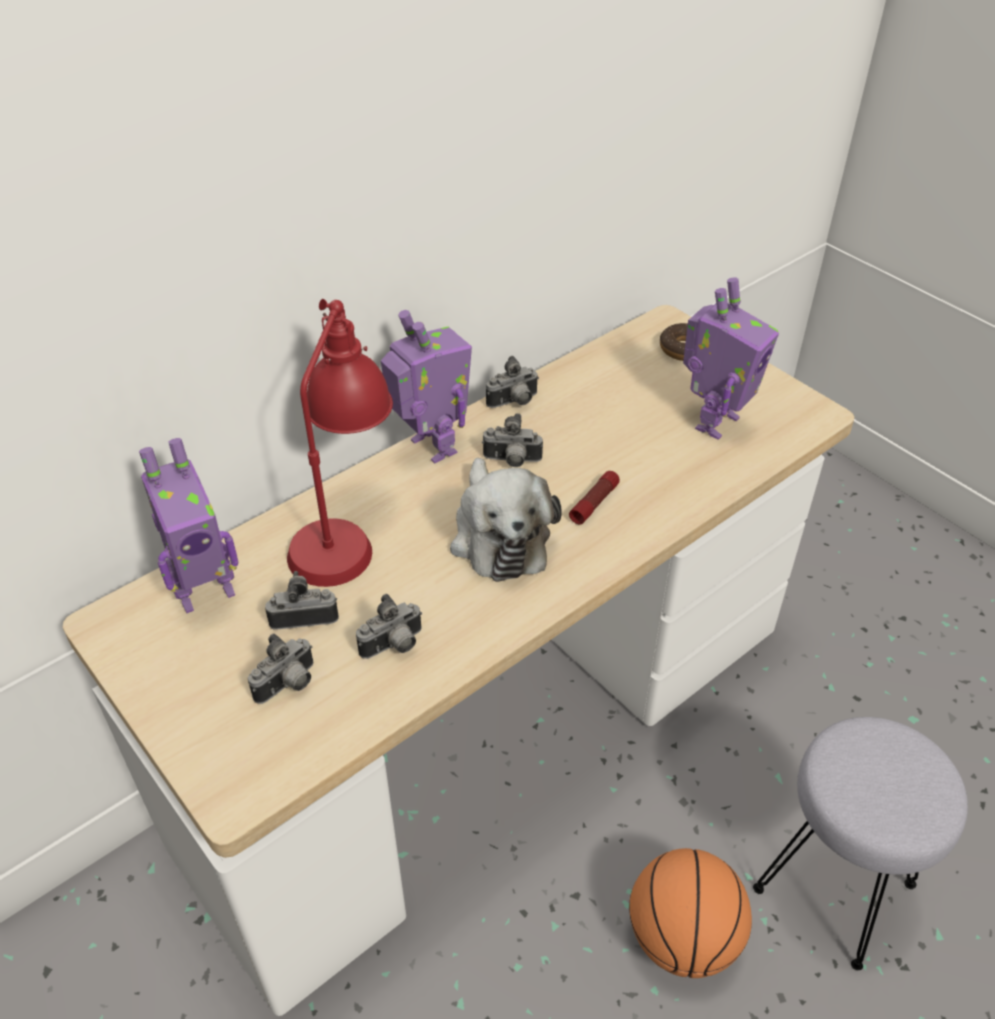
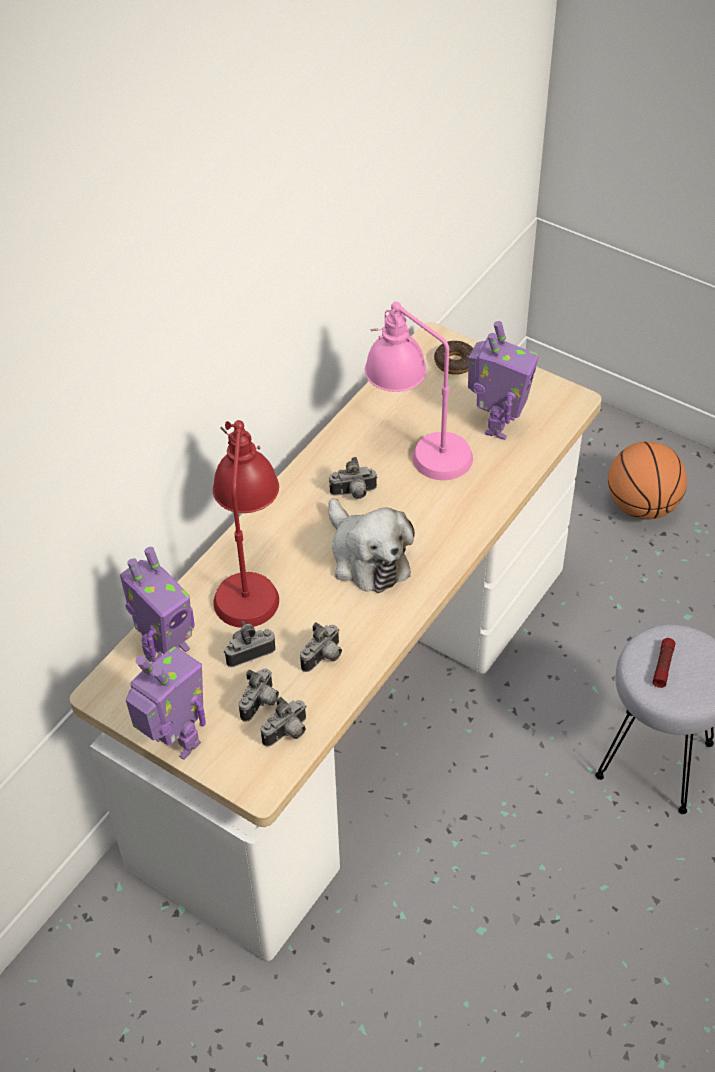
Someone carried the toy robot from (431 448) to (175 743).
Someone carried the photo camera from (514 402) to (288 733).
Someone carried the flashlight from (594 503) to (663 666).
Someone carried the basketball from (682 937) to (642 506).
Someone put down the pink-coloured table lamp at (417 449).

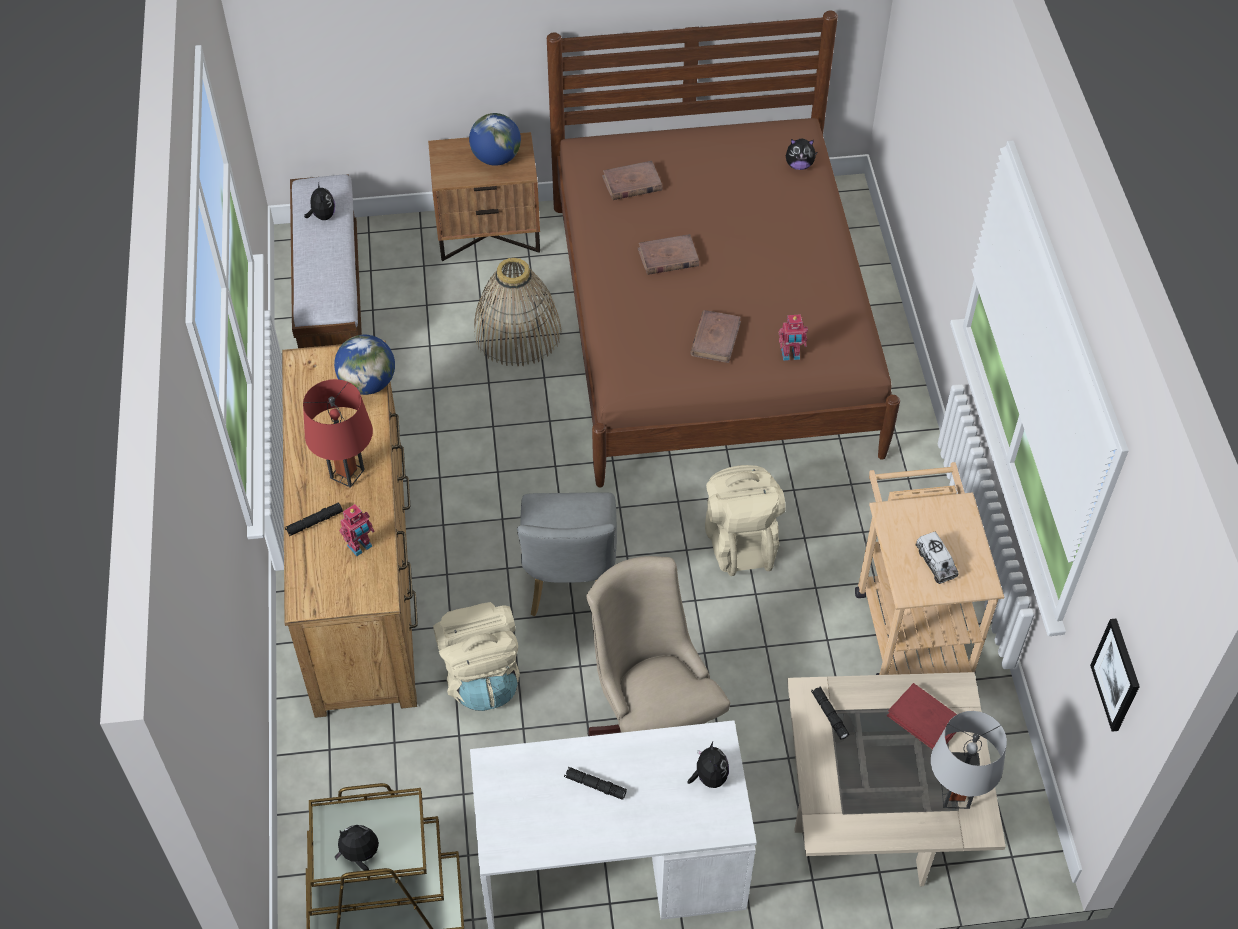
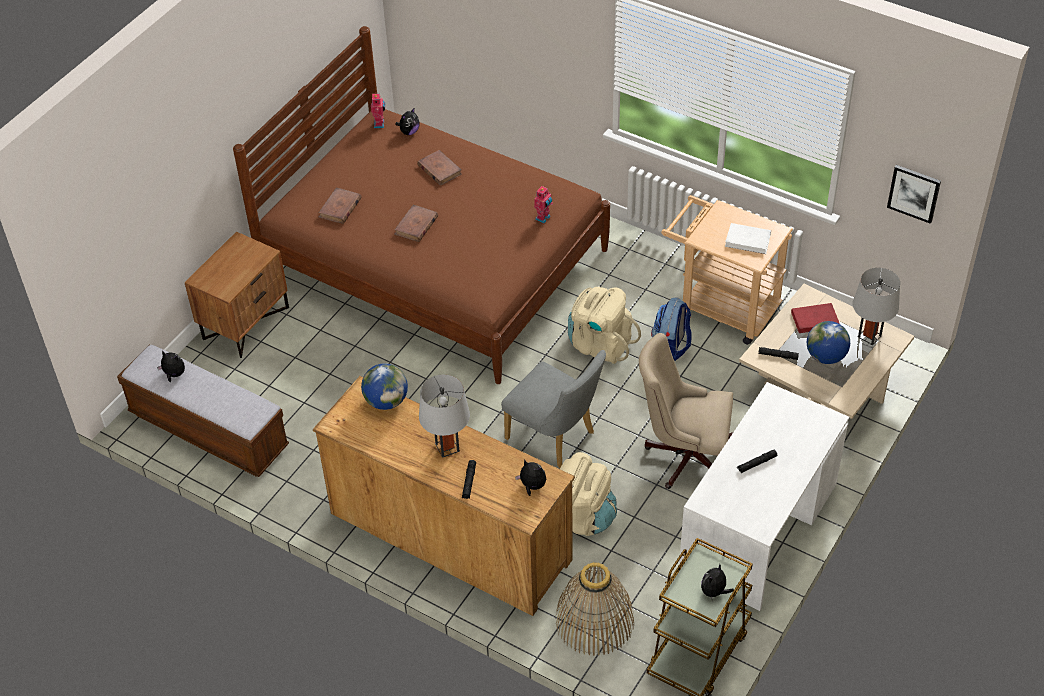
Someone carried the desk globe from (496 158) to (826 356).
Someone carried the basket from (517 333) to (594 621).
Someone carried the brown-coloured book from (715 338) to (439 170).
Someone repainted the reddish table lamp at (347 474), which became the grey table lamp at (447 447).
Someone carried the toy robot from (360 547) to (380 124).
Someone swapped the model truck at (935 563) for the whitish book at (748 240).
Someone carried the soft toy from (709 777) to (532 486).
Someone put down the rucksack at (671 347).

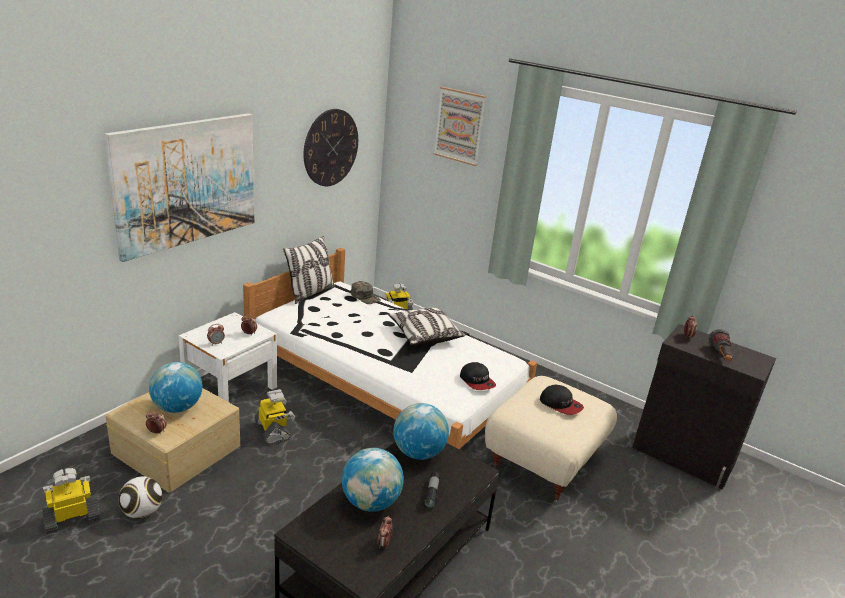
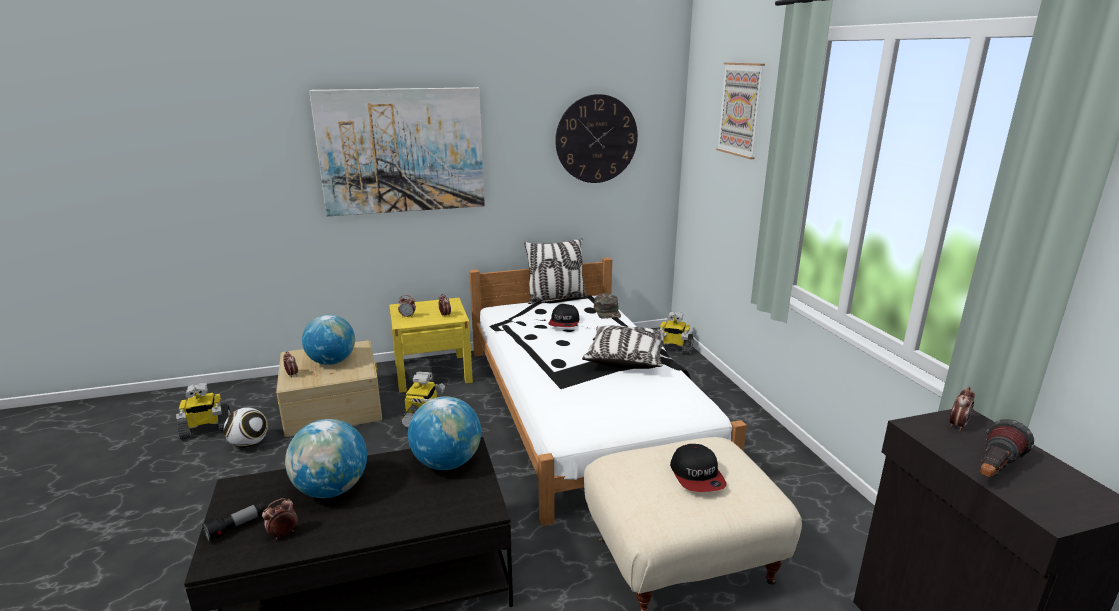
Someone repainted the whitish bedside table at (230 388), which became the yellow bedside table at (433 372).
Someone carried the cap from (477 381) to (564 322).
Someone rotated the toy robot at (73 518) by 150 degrees clockwise.
Someone carried the flashlight from (432 494) to (237 527).

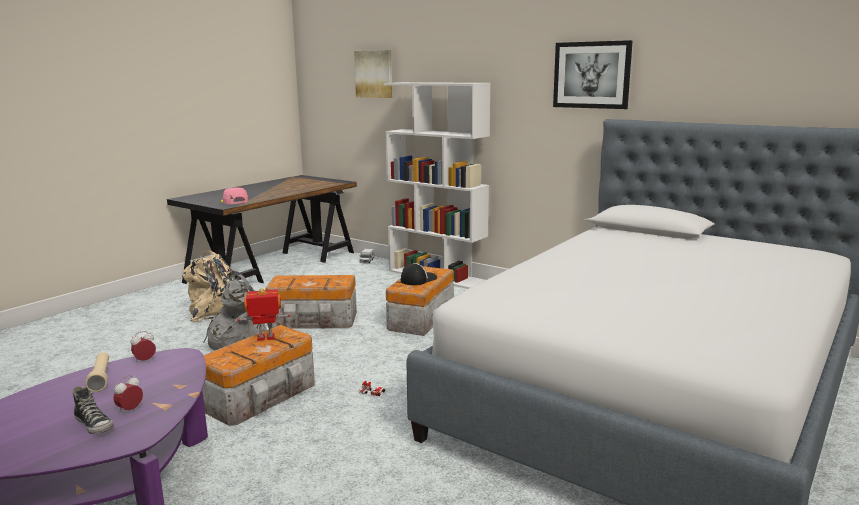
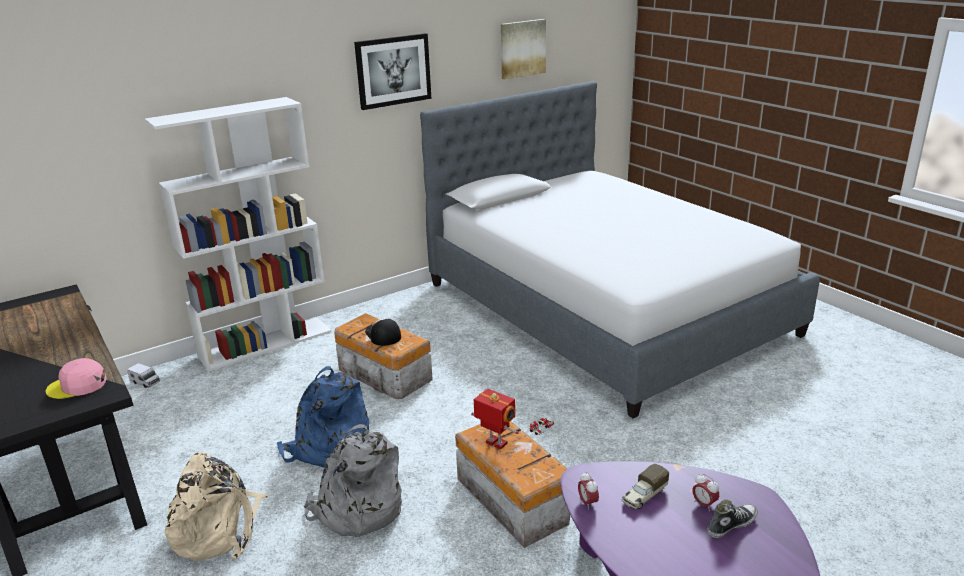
Someone carried the picture from (374 74) to (522 48).
Someone swapped the storage bin at (314 320) for the bluish rucksack at (328 446).
Someone rotated the toy robot at (266 338) by 120 degrees clockwise.
Someone took away the sand-coloured flashlight at (101 378).
Someone put down the model truck at (643 496).

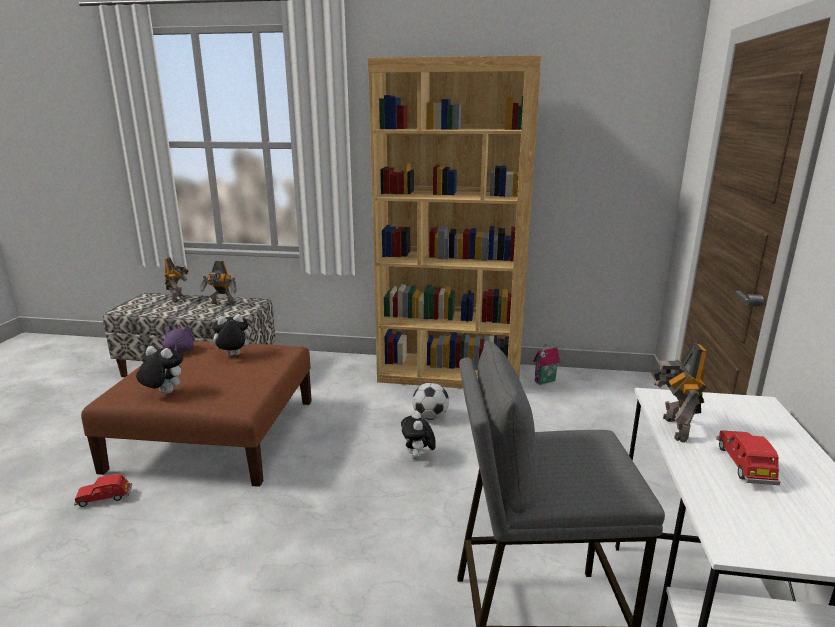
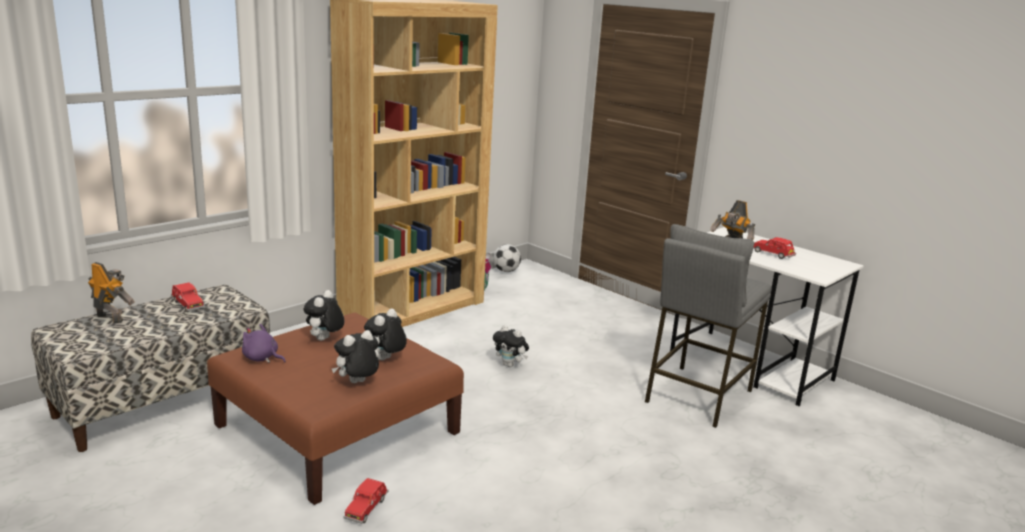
Someone swapped the toy robot at (221 304) for the reddish model car at (187 305).
Someone carried the ball for football from (430 417) to (506 271).
Someone put down the soft toy at (385 360).

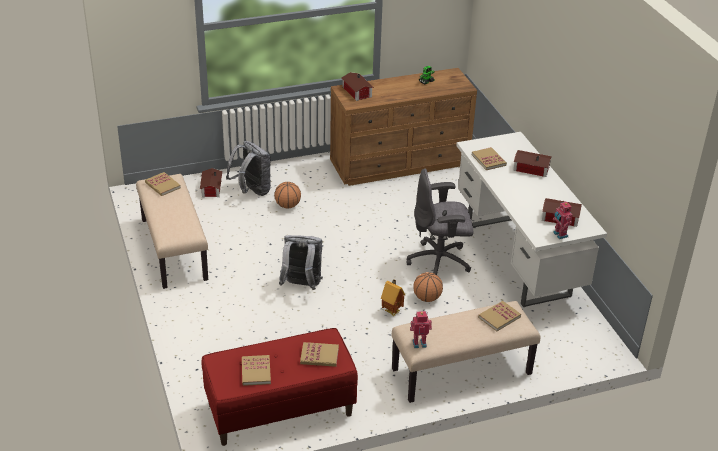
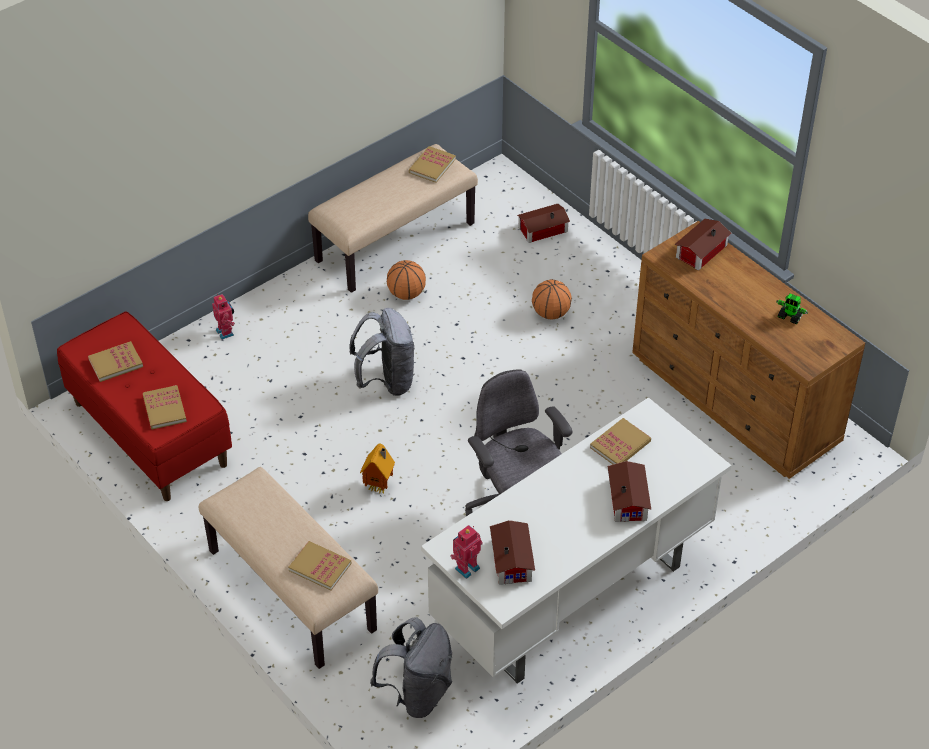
Someone carried the grey rucksack from (252 191) to (417 693).
Someone carried the basketball from (427 298) to (406 294).
Someone carried the toy robot from (419 343) to (226 332).

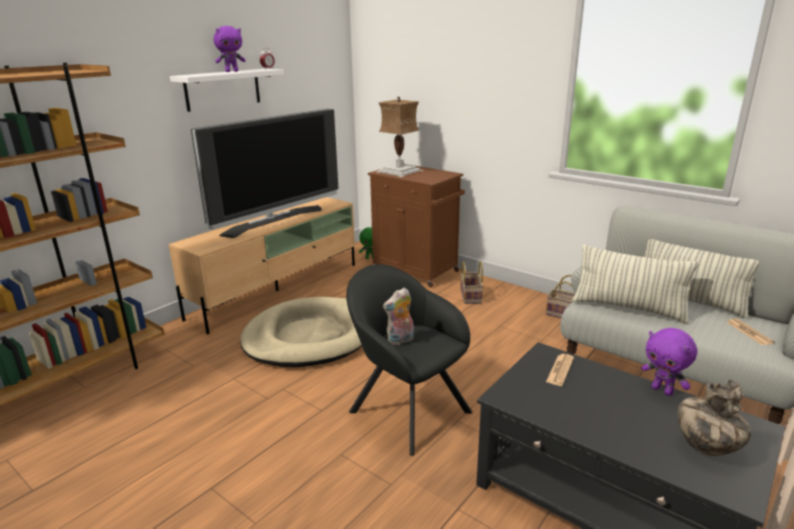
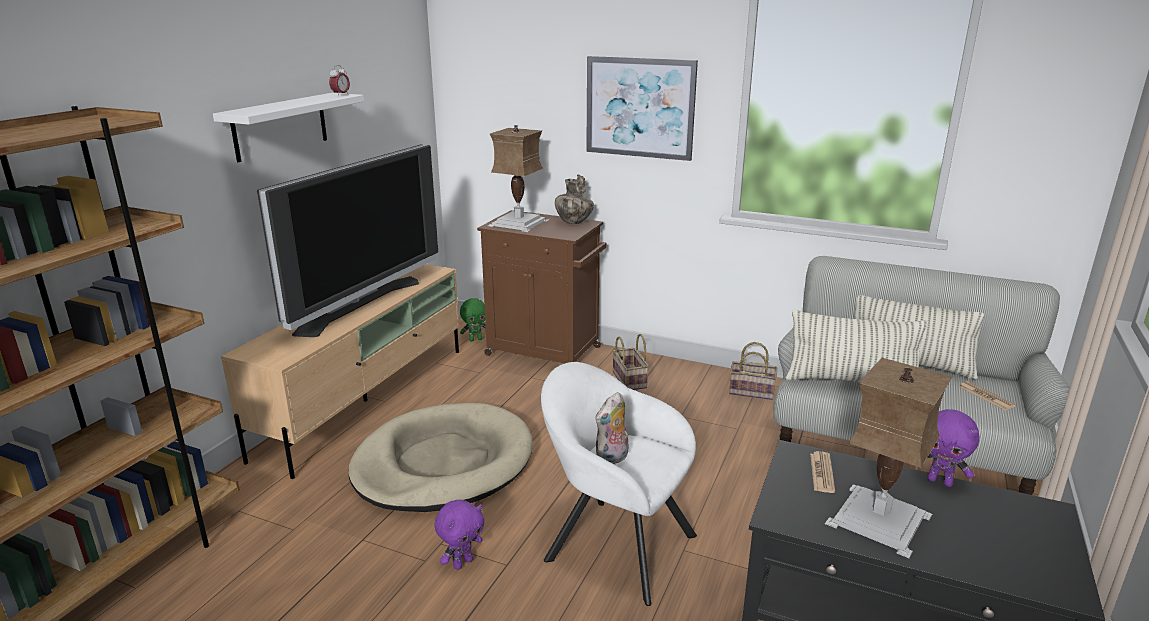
Someone carried the purple-coloured soft toy from (232 71) to (462 563).
Someone repainted the black-coloured easy chair at (405 408), which became the whitish easy chair at (614 544).
Someone carried the flower vase from (705 447) to (573 222).
Someone put up the picture at (640 108).
Someone put down the table lamp at (877 517).

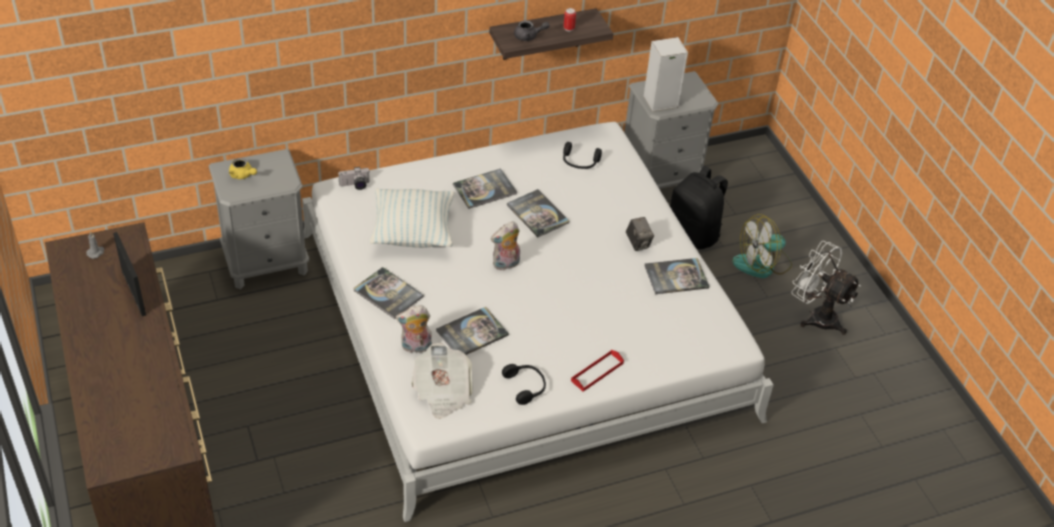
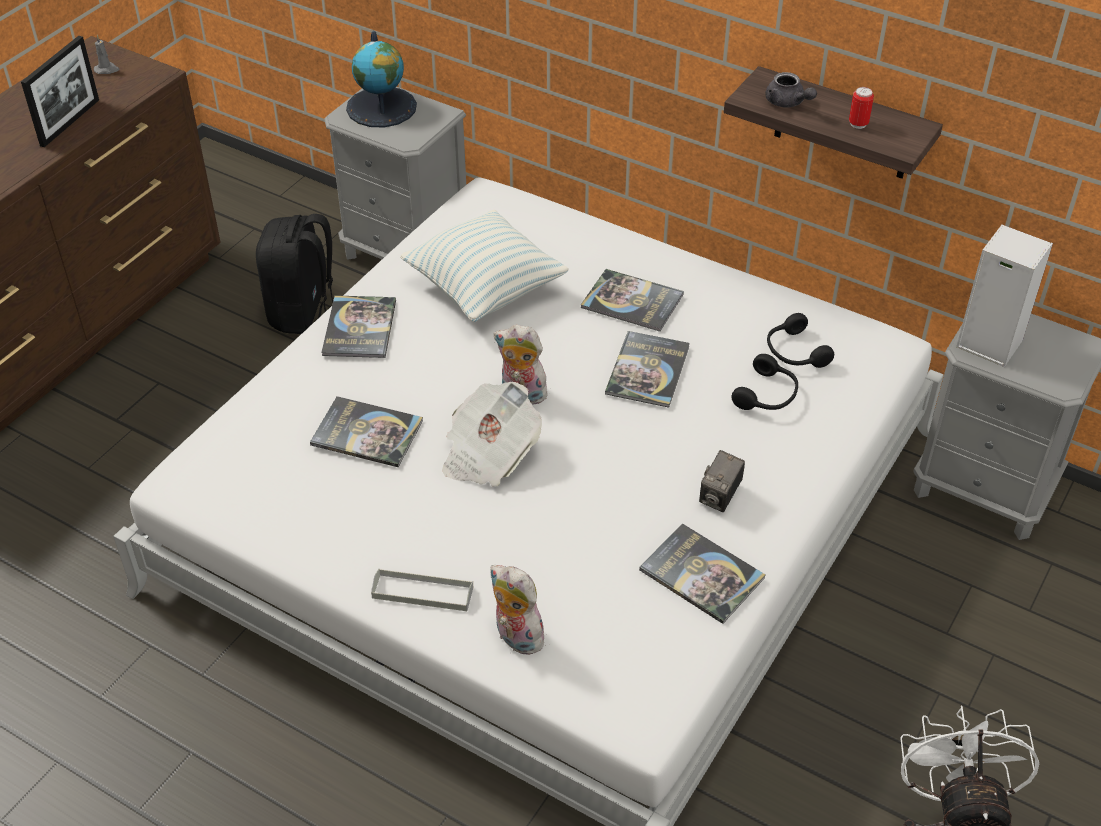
Someone swapped the yellow pot for tea at (243 175) for the desk globe at (382 107).
Someone carried the black-coloured rucksack from (694 233) to (304 313).
Someone took away the photo camera at (355 185).
Someone took away the fan at (762 264).
Someone carried the soft toy from (415 347) to (515 637).
Someone carried the newspaper from (442 392) to (489 454).
Someone repainted the reddish tray at (597 372), which became the grey tray at (422 592).
Someone carried the black-coloured pair of headphones from (526 386) to (767 395).

